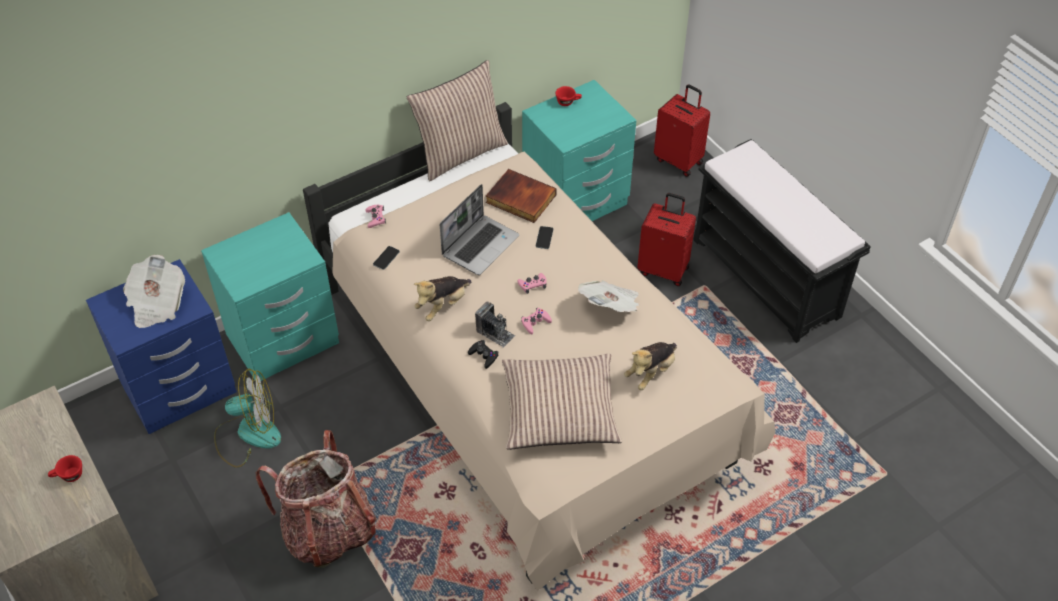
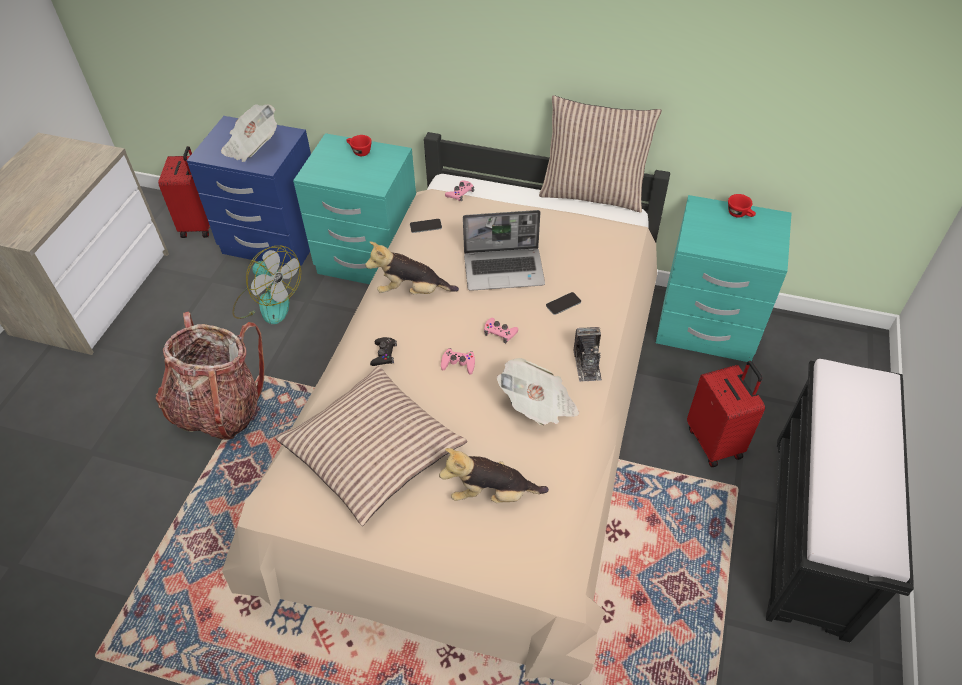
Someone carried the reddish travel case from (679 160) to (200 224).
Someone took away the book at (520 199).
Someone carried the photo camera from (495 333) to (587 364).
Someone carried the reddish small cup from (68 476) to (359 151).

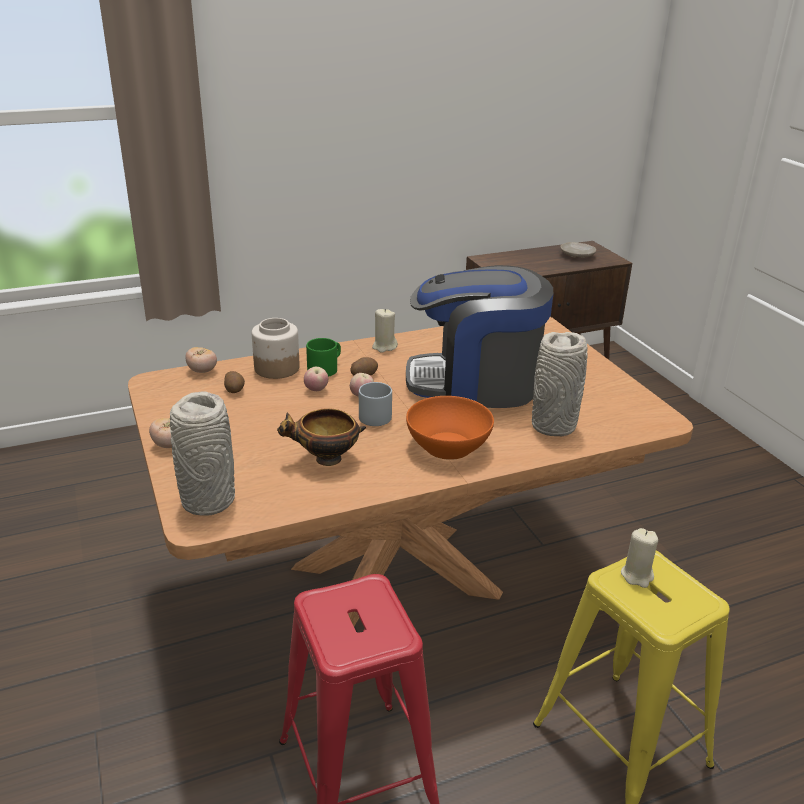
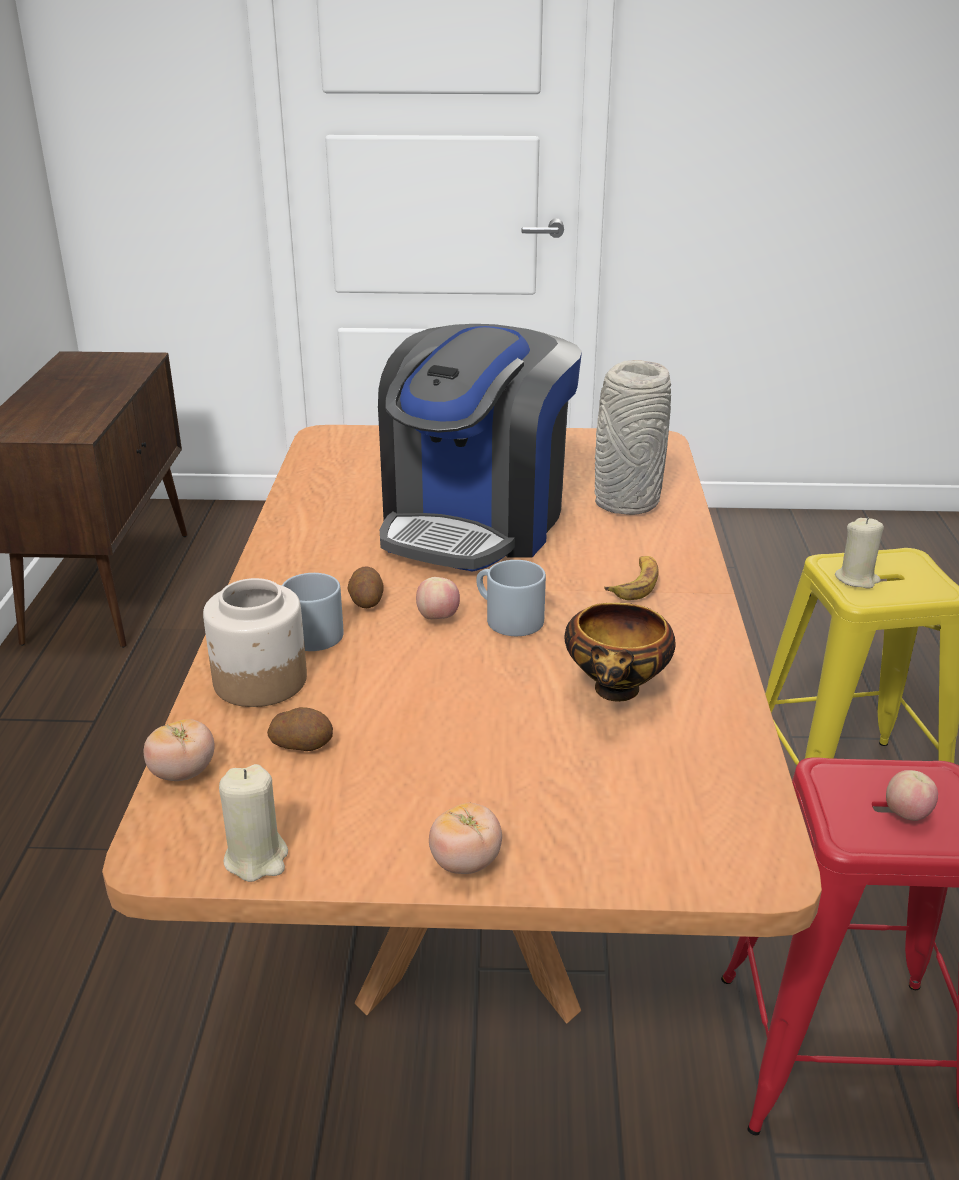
Someone took away the sand-coloured dinner plate at (577 255).
Someone carried the sand-coloured candle from (384 347) to (256 858).
Someone repainted the greenish mug at (325 368), which became the grey mug at (309 631).
Someone carried the whole apple from (316 390) to (906 815).
Someone took away the grey flower vase at (207 500).
Someone swapped the orange-coloured serving bowl at (448 446) for the whole banana at (635 583).

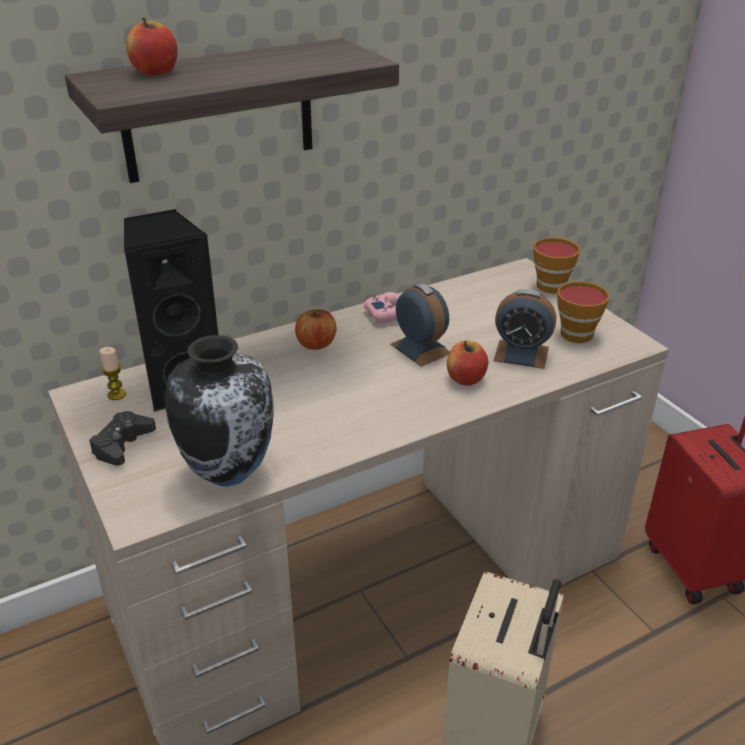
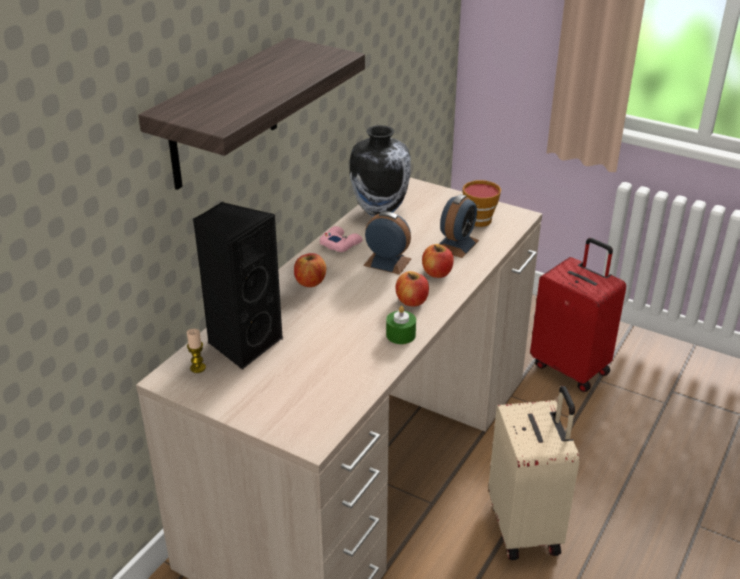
Someone carried the whole apple from (155 72) to (412 301).
Someone took away the small cup at (552 284).
Someone rotated the table clock at (521 354) by 45 degrees counterclockwise.
Someone carried the flower vase from (230 472) to (380 211).
Someone took away the black-coloured joypad at (122 444).
Someone put down the greenish candle at (400 335).

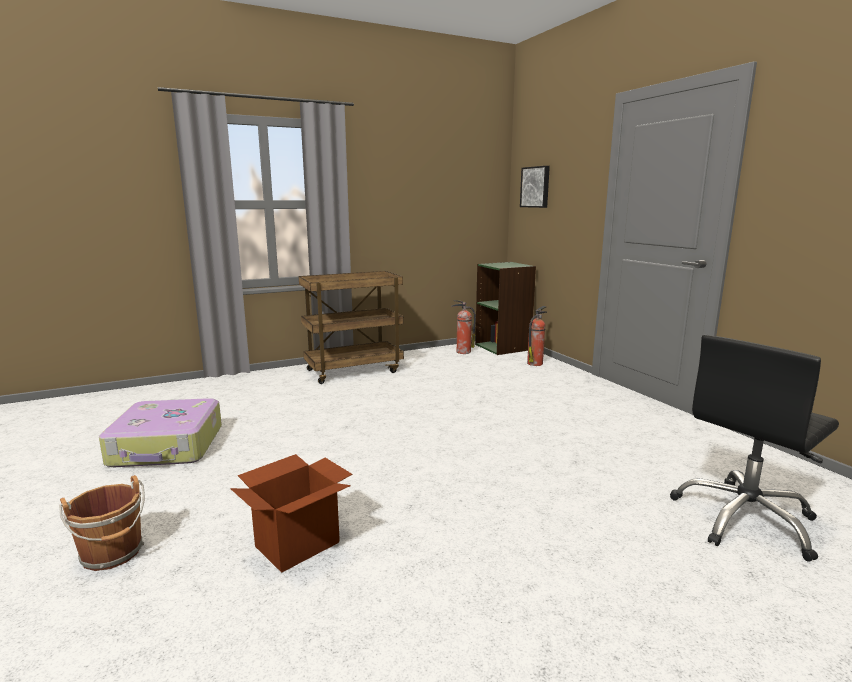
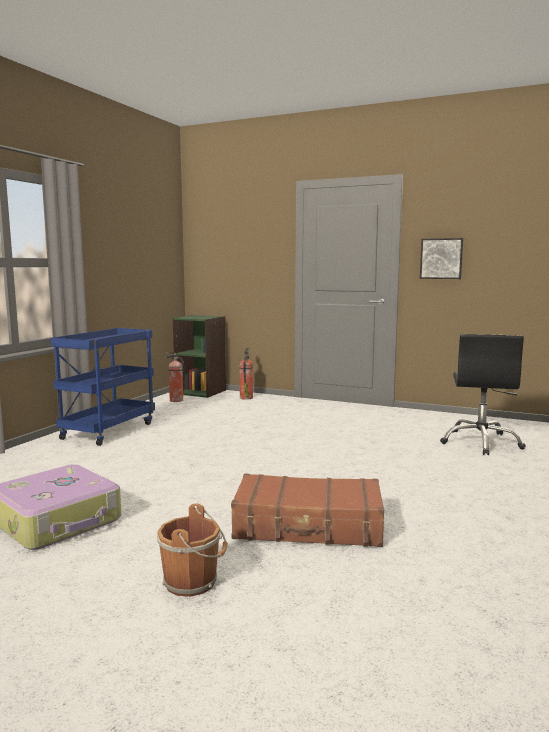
Someone carried the picture from (536 187) to (441 258).
Someone repainted the brown-coloured trolley at (354 370), which became the bluish trolley at (108 430).
Someone swapped the carton at (298 544) for the brown-coloured travel case at (308 526).

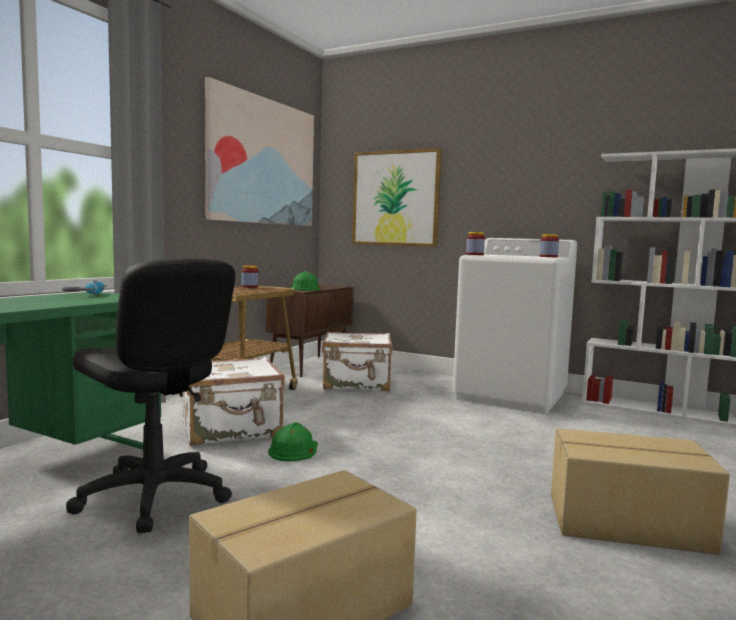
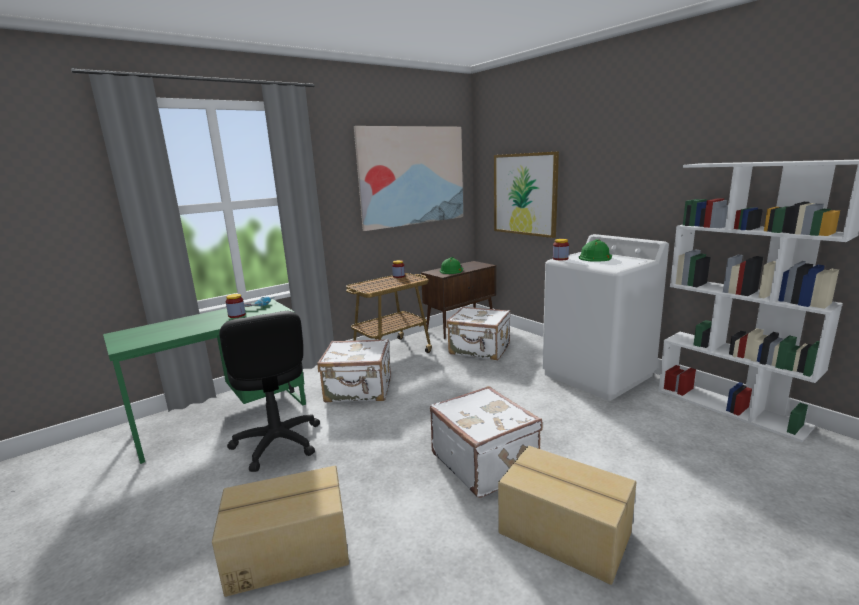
Someone carried the storage jar from (548 257) to (237 315).
Someone carried the greenish safety helmet from (294 450) to (596 257).
Someone put down the whitish travel case at (485 462).

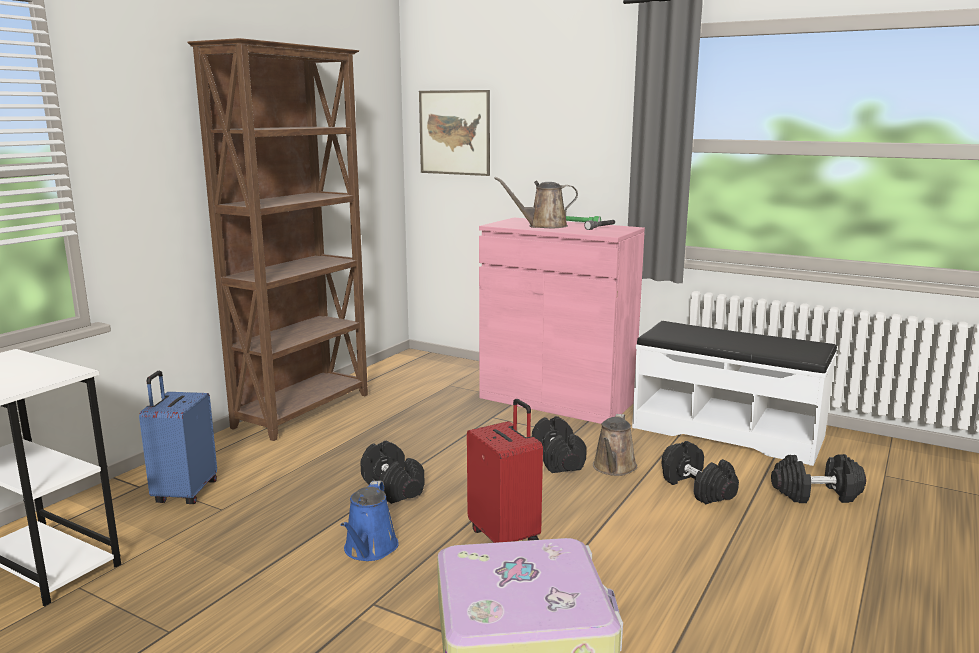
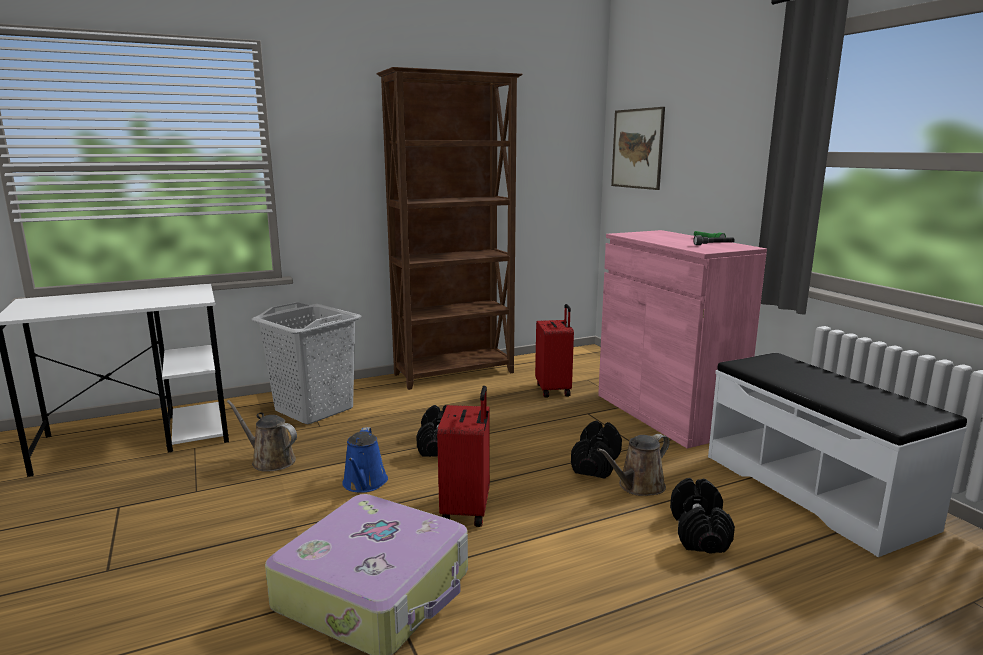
Someone carried the brown-coloured watering pot from (543 226) to (270 460).
Someone swapped the bluish travel case at (184 493) for the grey hamper at (314 409).
Someone took away the black-coloured hand weight at (816 494).
Someone rotated the bluish watering pot at (369 549) by 45 degrees counterclockwise.
Someone put down the reddish travel case at (554 390).

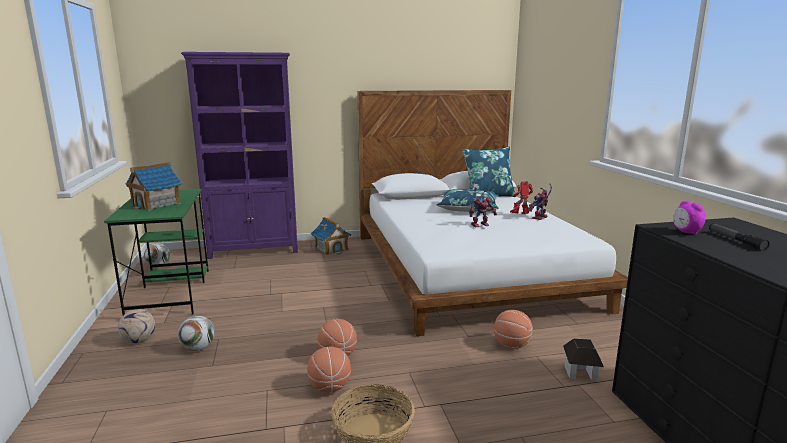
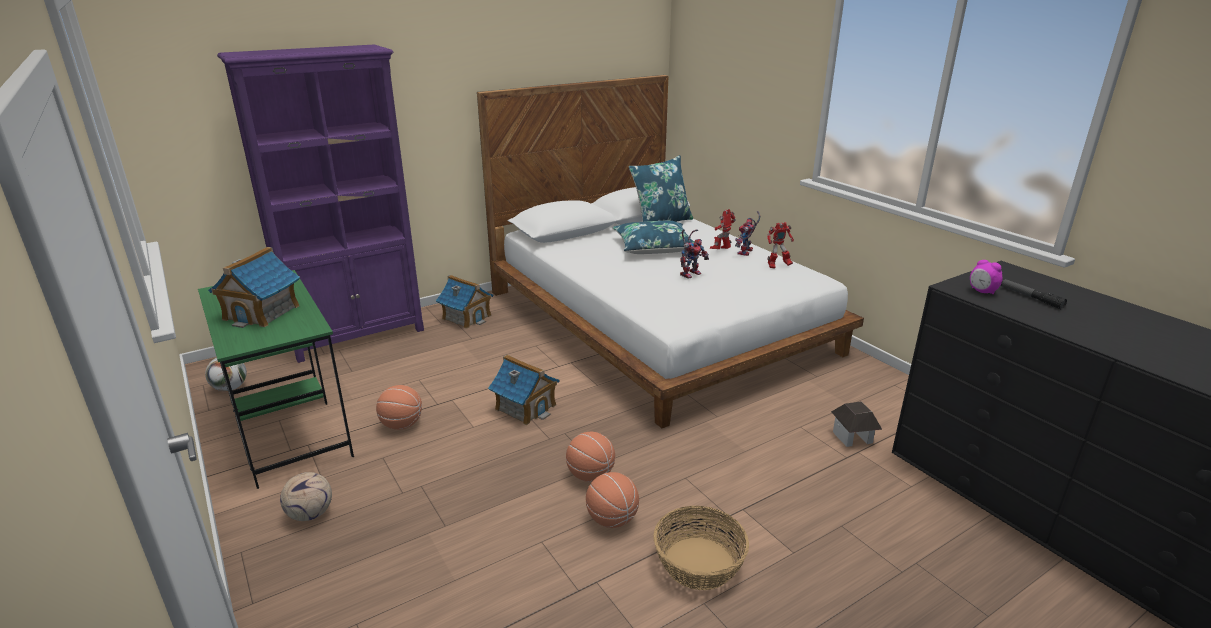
Someone carried the basketball from (511 345) to (401 425).
Someone took away the ball for football at (198 348).
Someone put down the toy robot at (777 266).
Someone put down the model house at (525 407).

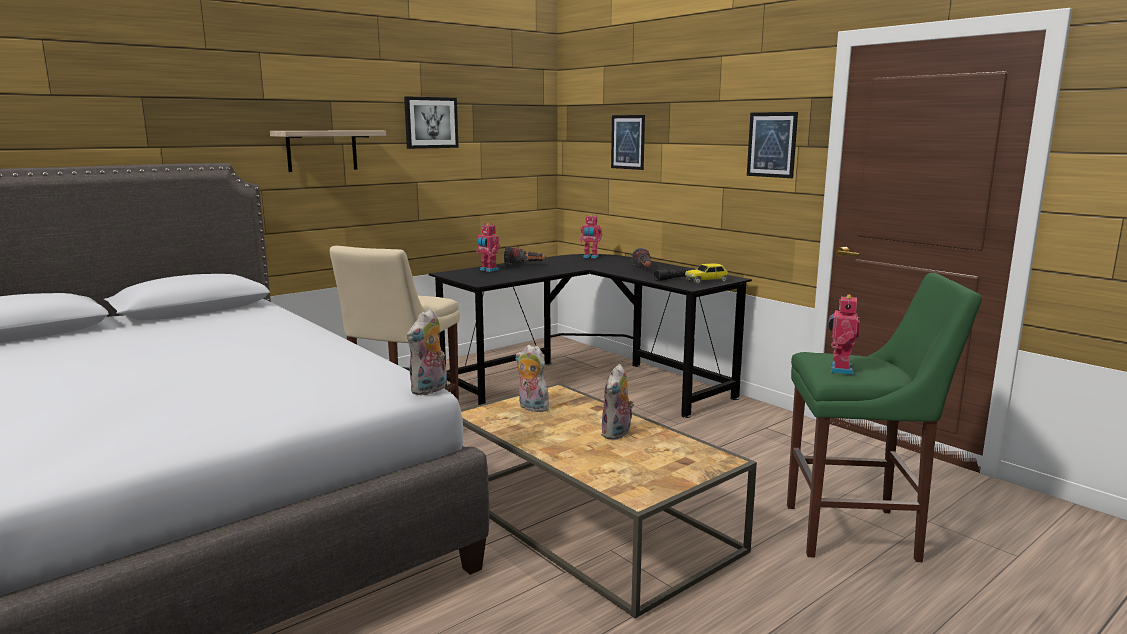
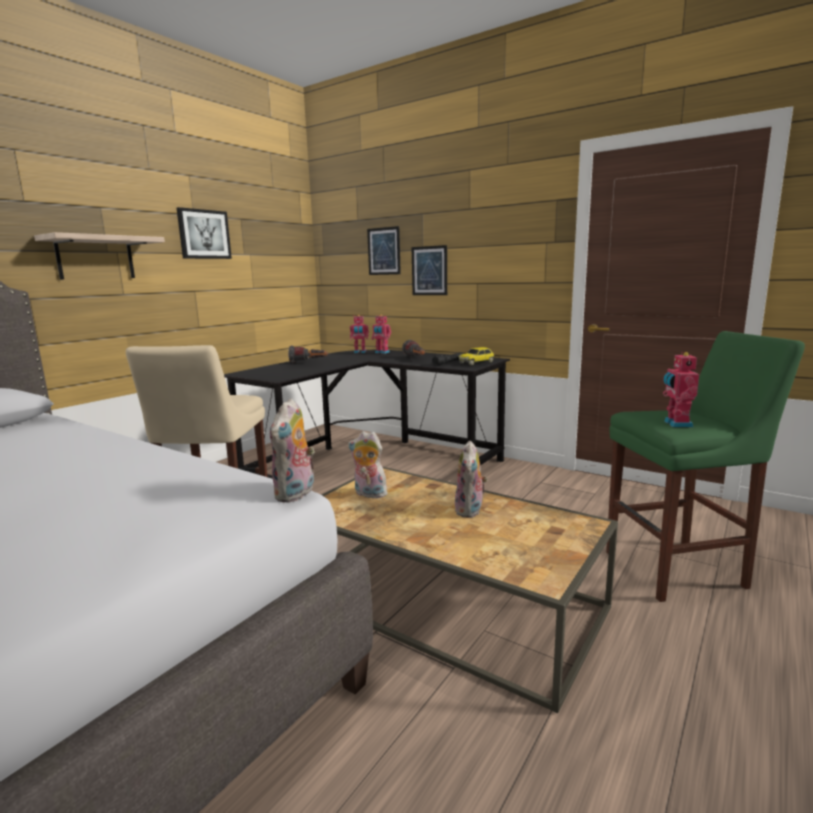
Someone carried the picture from (771 144) to (429 270).
Someone carried the toy robot from (488 270) to (381 352).

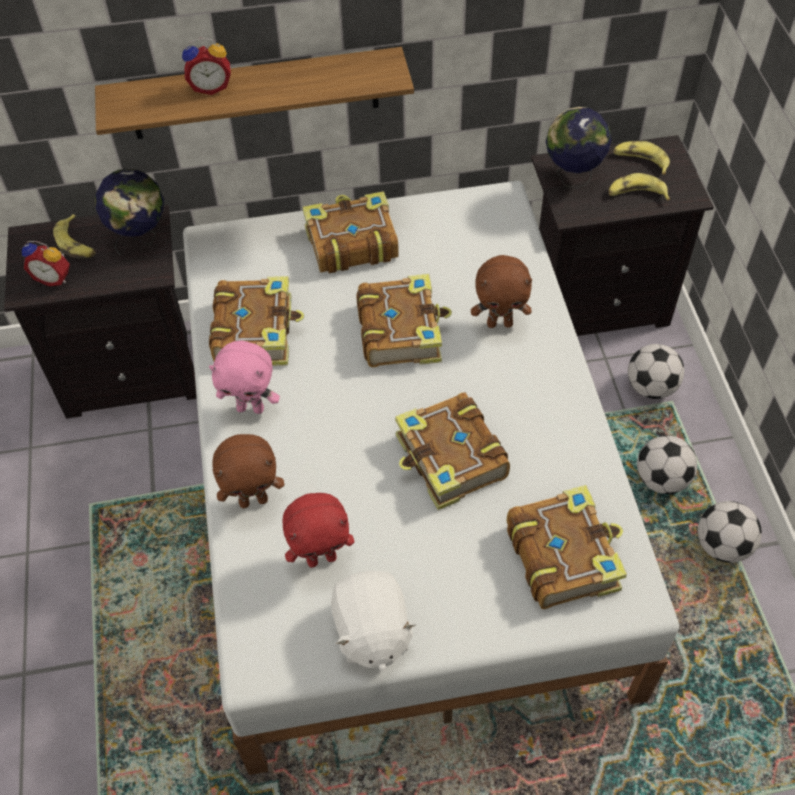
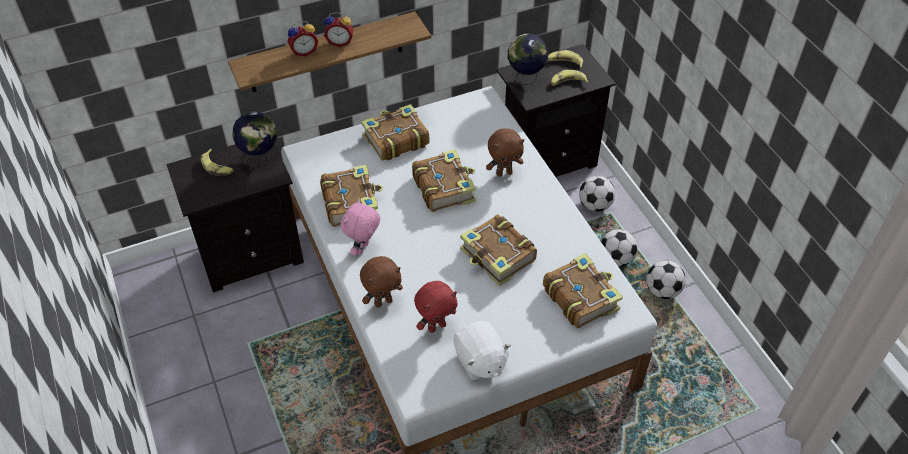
Someone carried the table clock from (54 277) to (340 42).
Someone rotated the pink-coloured soft toy at (251 408) by 120 degrees clockwise.

